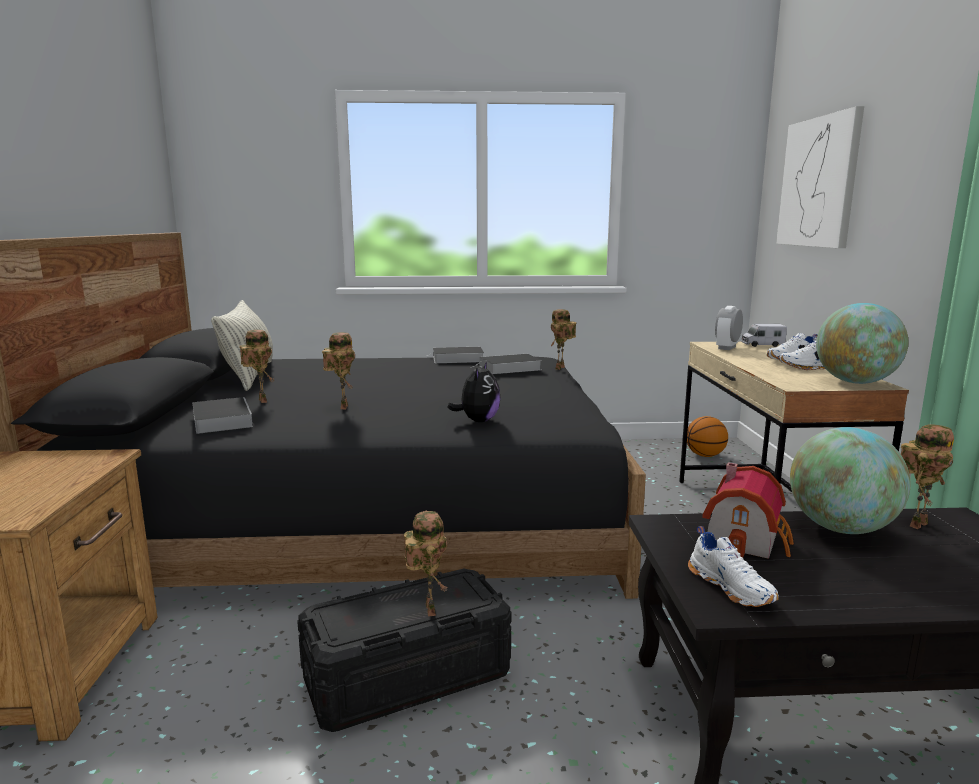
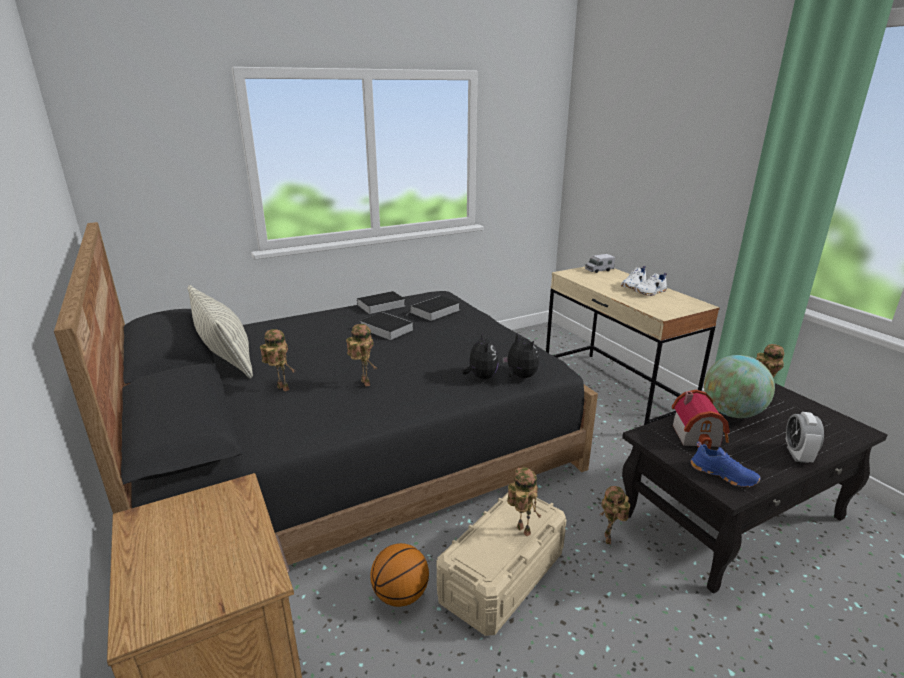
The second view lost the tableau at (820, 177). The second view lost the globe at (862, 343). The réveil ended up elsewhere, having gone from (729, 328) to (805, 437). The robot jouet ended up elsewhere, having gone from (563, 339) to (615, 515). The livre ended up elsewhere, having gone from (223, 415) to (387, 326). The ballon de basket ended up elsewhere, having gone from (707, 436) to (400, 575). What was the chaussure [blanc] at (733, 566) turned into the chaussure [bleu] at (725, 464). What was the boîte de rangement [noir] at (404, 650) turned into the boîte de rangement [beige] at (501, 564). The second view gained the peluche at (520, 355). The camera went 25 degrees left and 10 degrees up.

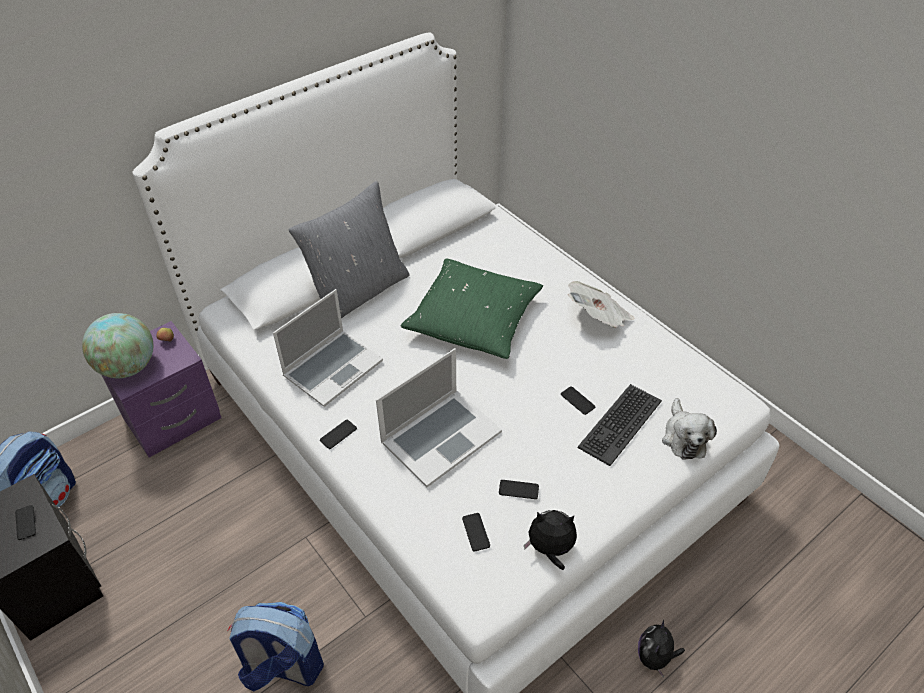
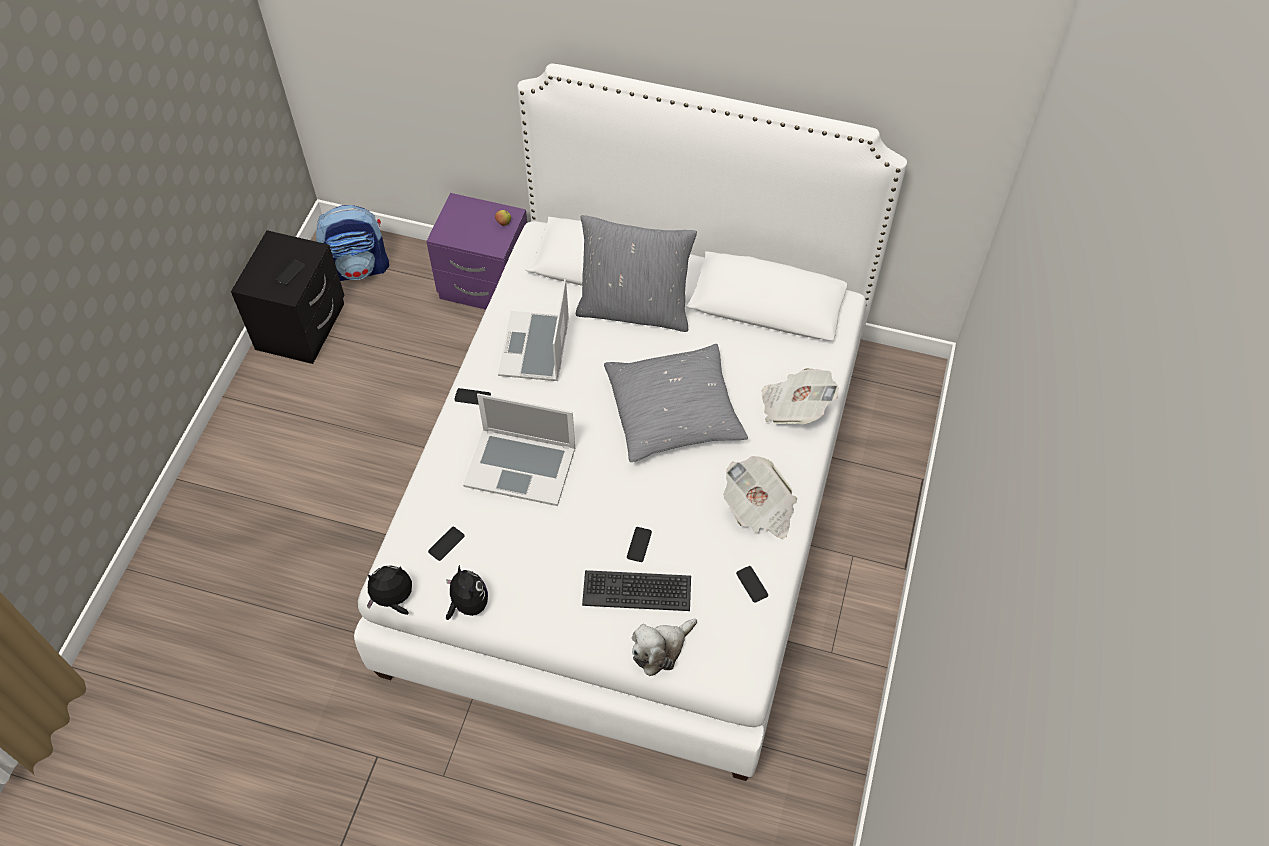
What was the coussin [vert] at (471, 309) turned into the coussin [gris] at (676, 403). The ordinateur portable at (328, 348) ended up facing another way, 90 degrees clockwise from before. The second view lost the globe at (117, 345). The téléphone ended up elsewhere, having gone from (519, 489) to (752, 584). The second view lost the sac à dos at (276, 646). The peluche ended up elsewhere, having gone from (661, 648) to (389, 590). The second view gained the journal at (800, 396). The camera went 55 degrees right and 10 degrees up.

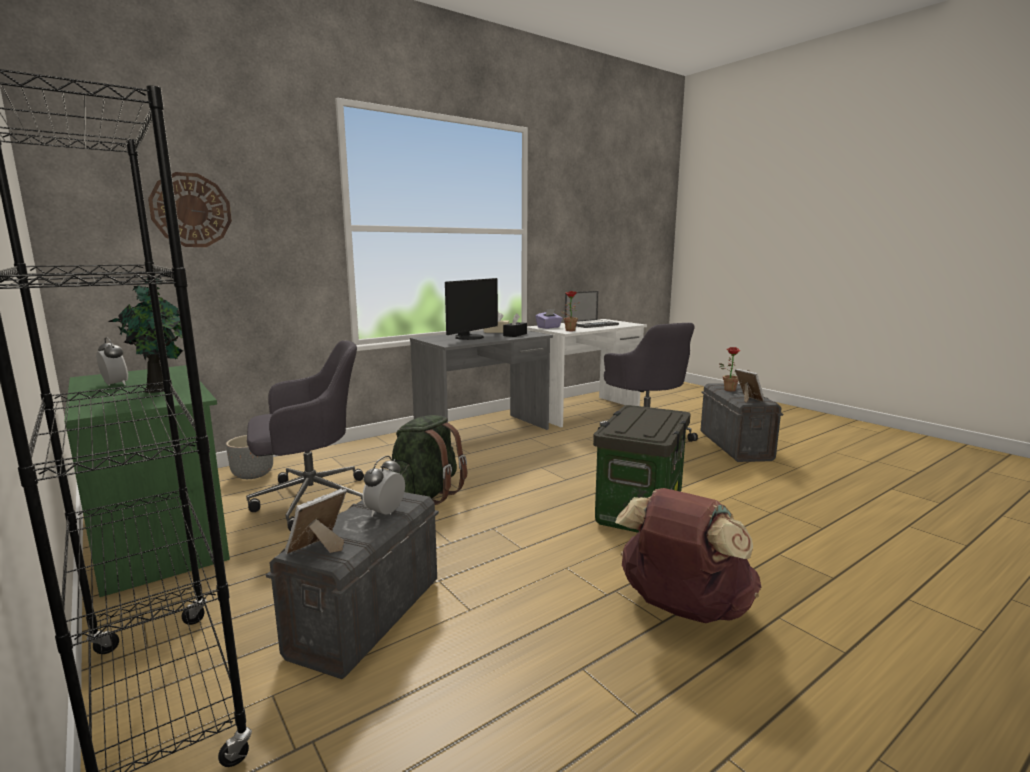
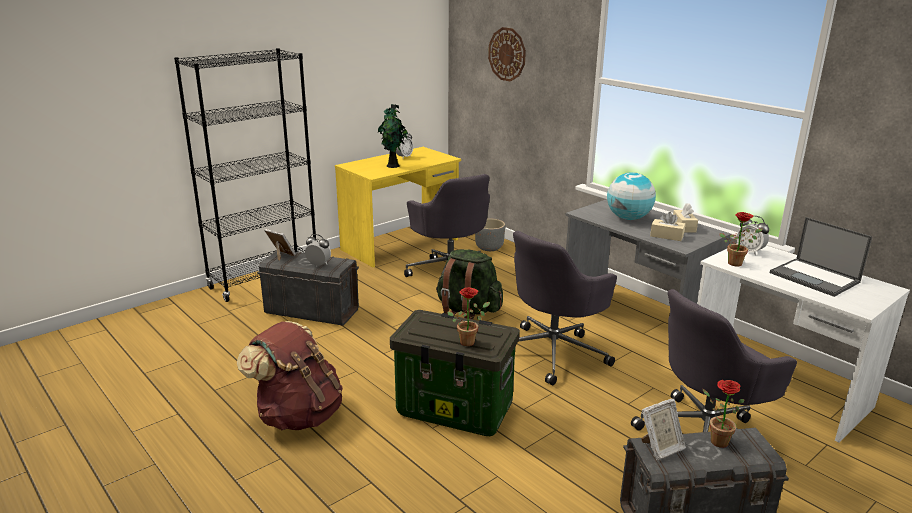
Where the écran d'ordinateur stood at (471, 309), the globe came to stand at (631, 196). Where the boîte à mouchoirs [violet] stood at (549, 319), the réveil came to stand at (753, 235). What was the boîte à mouchoirs [noir] at (515, 325) turned into the boîte à mouchoirs [beige] at (667, 226). What was the bureau [vert] at (147, 481) turned into the bureau [jaune] at (398, 207). The second view gained the chaise de bureau [gris] at (565, 308). The second view gained the plante en pot at (468, 317). The camera went 85 degrees right and 10 degrees up.

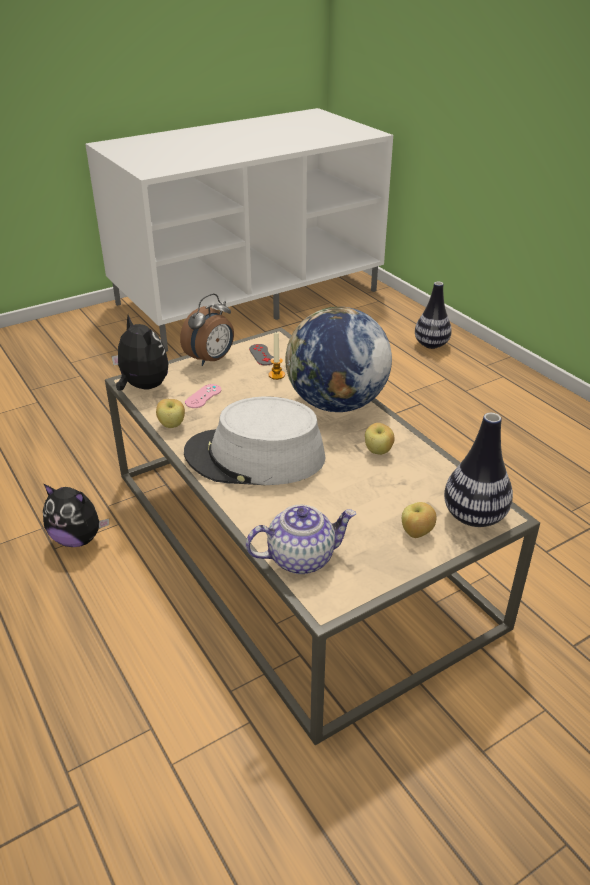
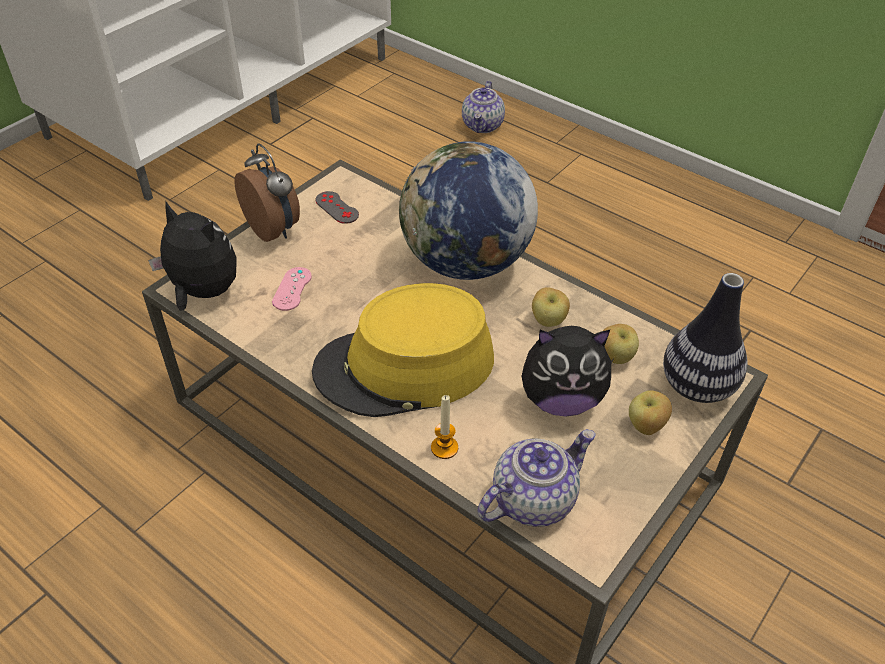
Where the vase stood at (433, 315), the théière came to stand at (483, 107). The réveil at (207, 329) ended up facing another way, 60 degrees counterclockwise from before. The bougie ended up elsewhere, having gone from (277, 356) to (444, 427). What was the chapeau [gris] at (254, 441) turned into the chapeau [jaune] at (403, 350). The pomme ended up elsewhere, having gone from (170, 413) to (621, 344). The peluche ended up elsewhere, having gone from (76, 515) to (568, 371). The camera went 20 degrees left and 10 degrees up.

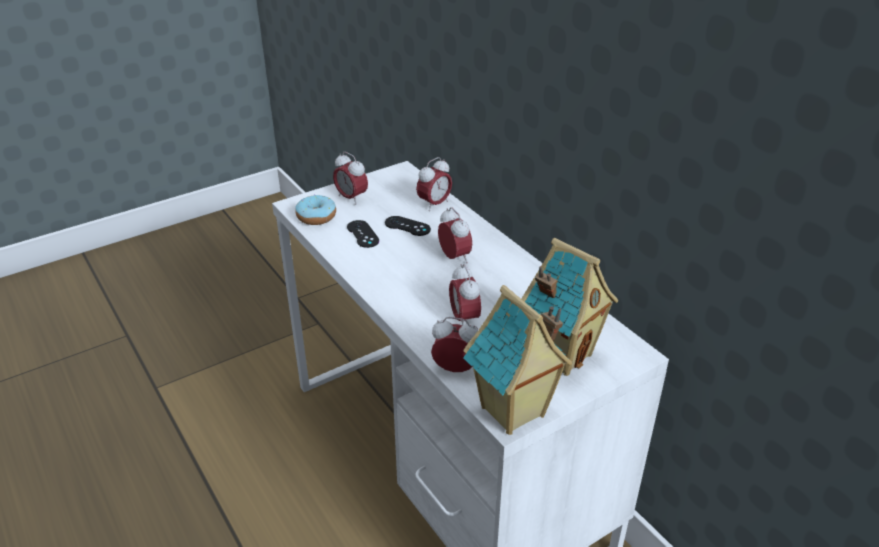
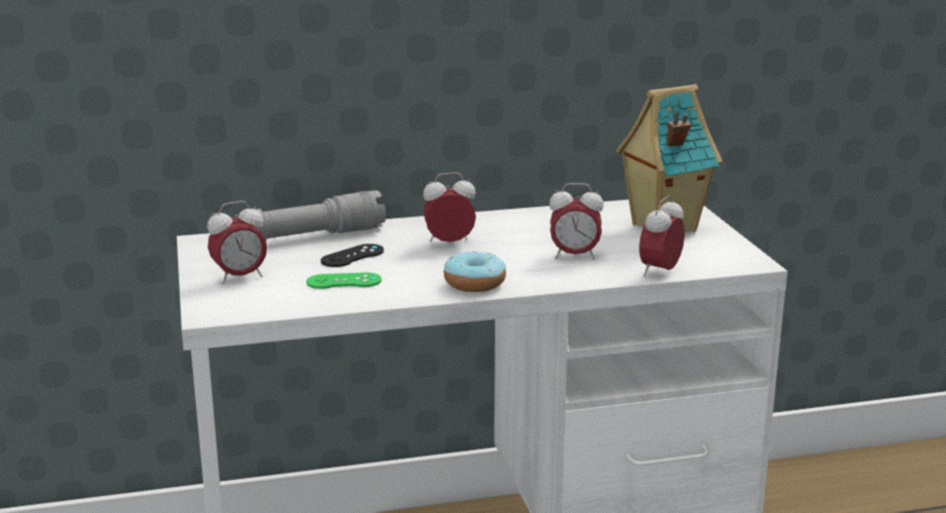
Where the réveil stood at (434, 184), the lampe de poche [gris] came to stand at (320, 215). The beignet ended up elsewhere, having gone from (315, 209) to (475, 271). What was the manette [noir] at (363, 234) turned into the manette [vert] at (344, 280). The second view lost the maison miniature at (517, 360). The camera went 70 degrees left and 15 degrees down.

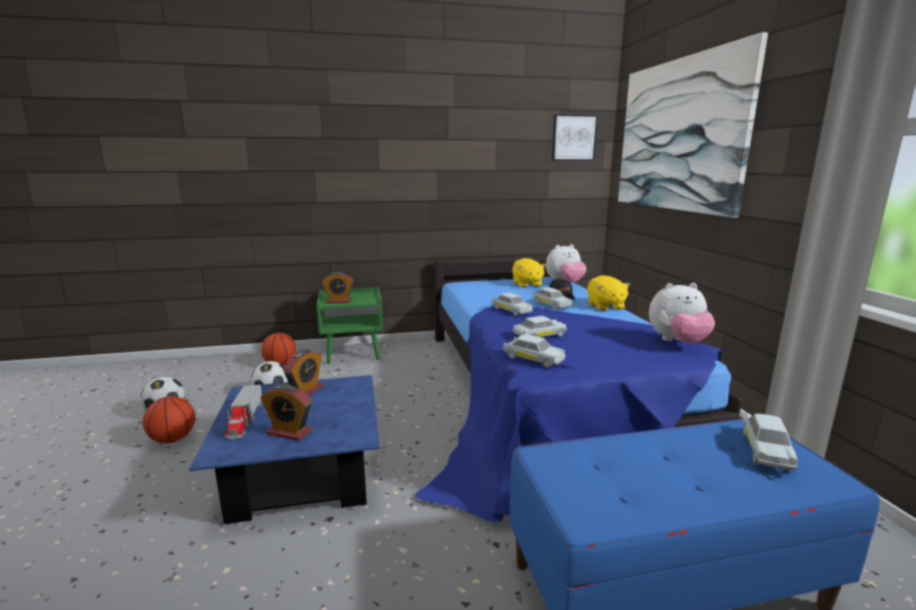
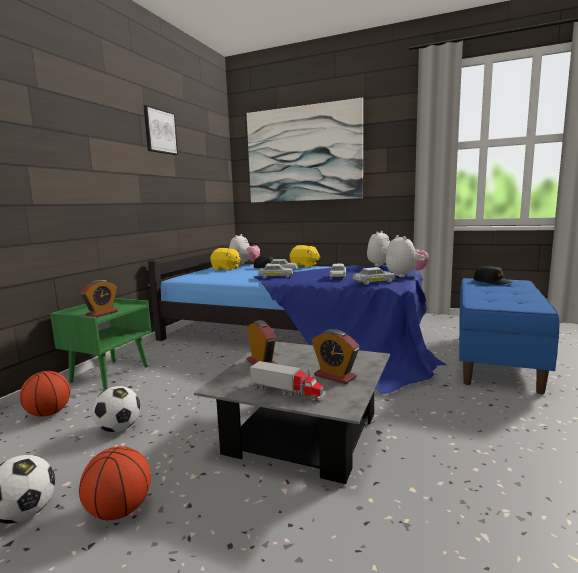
The tableau ended up elsewhere, having gone from (575, 137) to (160, 130). What was the table basse [bleu] at (284, 450) turned into the table basse [gris] at (292, 412). The réveil at (287, 412) ended up facing another way, 75 degrees clockwise from before. Where the petite voiture [blanc] stood at (770, 442), the casquette [noir] came to stand at (493, 275). The second view gained the peluche at (407, 256). The camera went 55 degrees left and 5 degrees down.

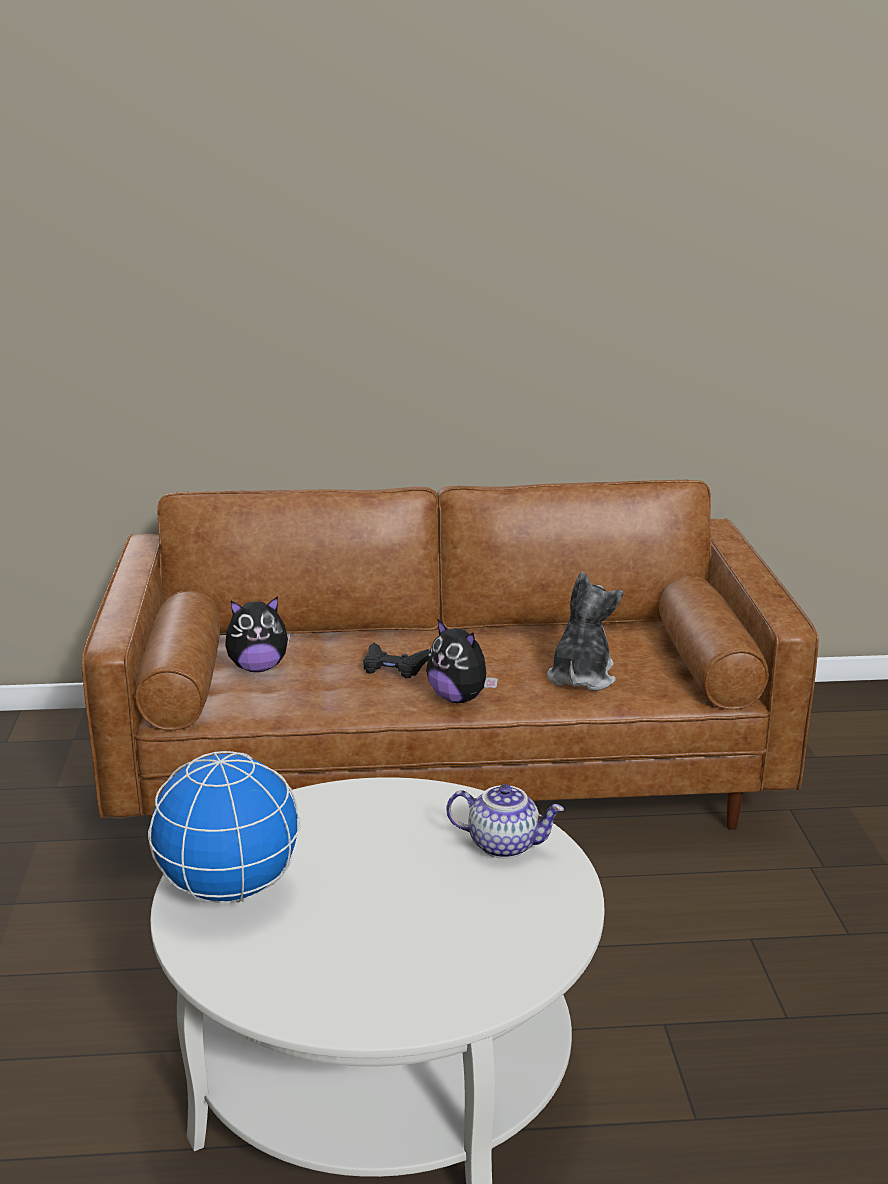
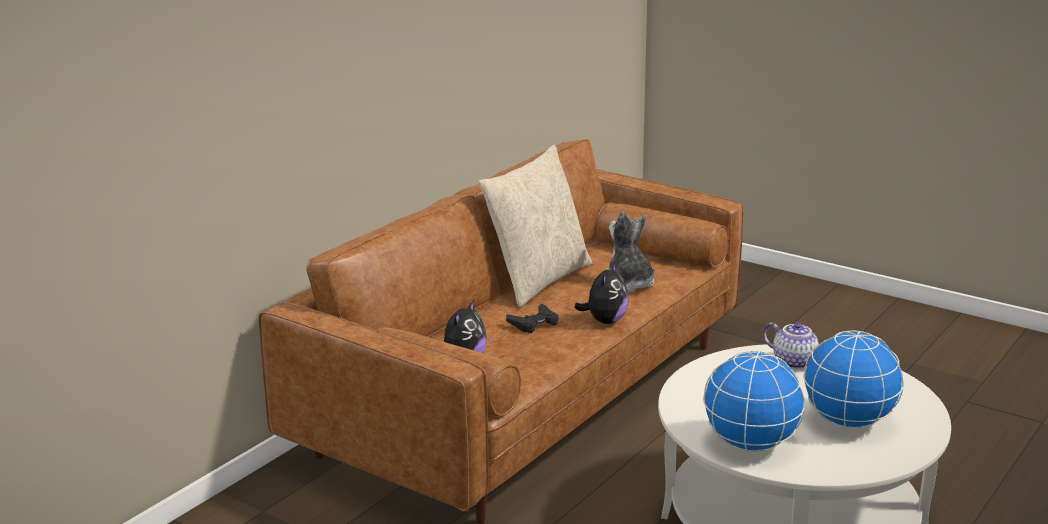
The peluche at (462, 661) ended up facing another way, 60 degrees counterclockwise from before. The théière at (505, 821) ended up facing another way, 75 degrees clockwise from before. The second view gained the coussin [beige] at (535, 226). The second view gained the globe at (853, 380). The camera went 50 degrees left and 0 degrees up.

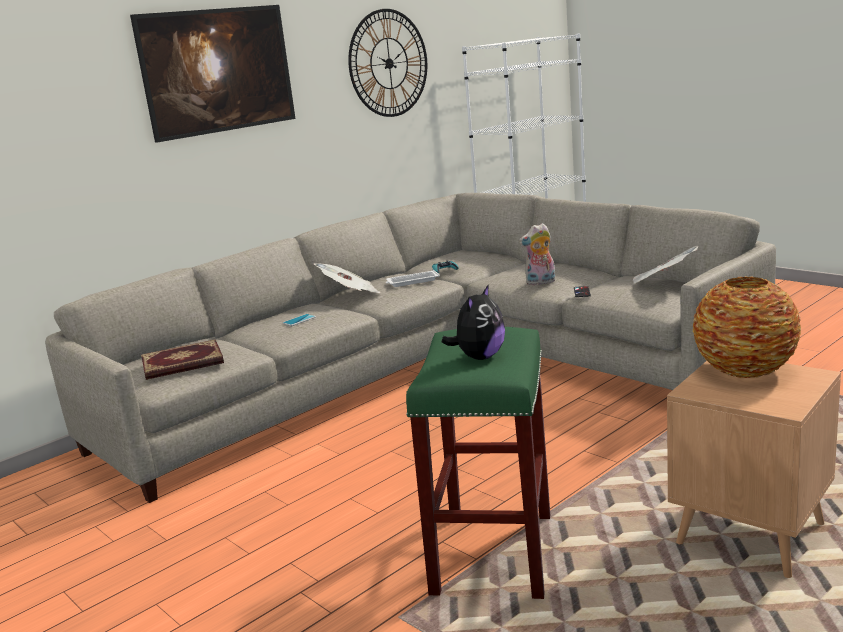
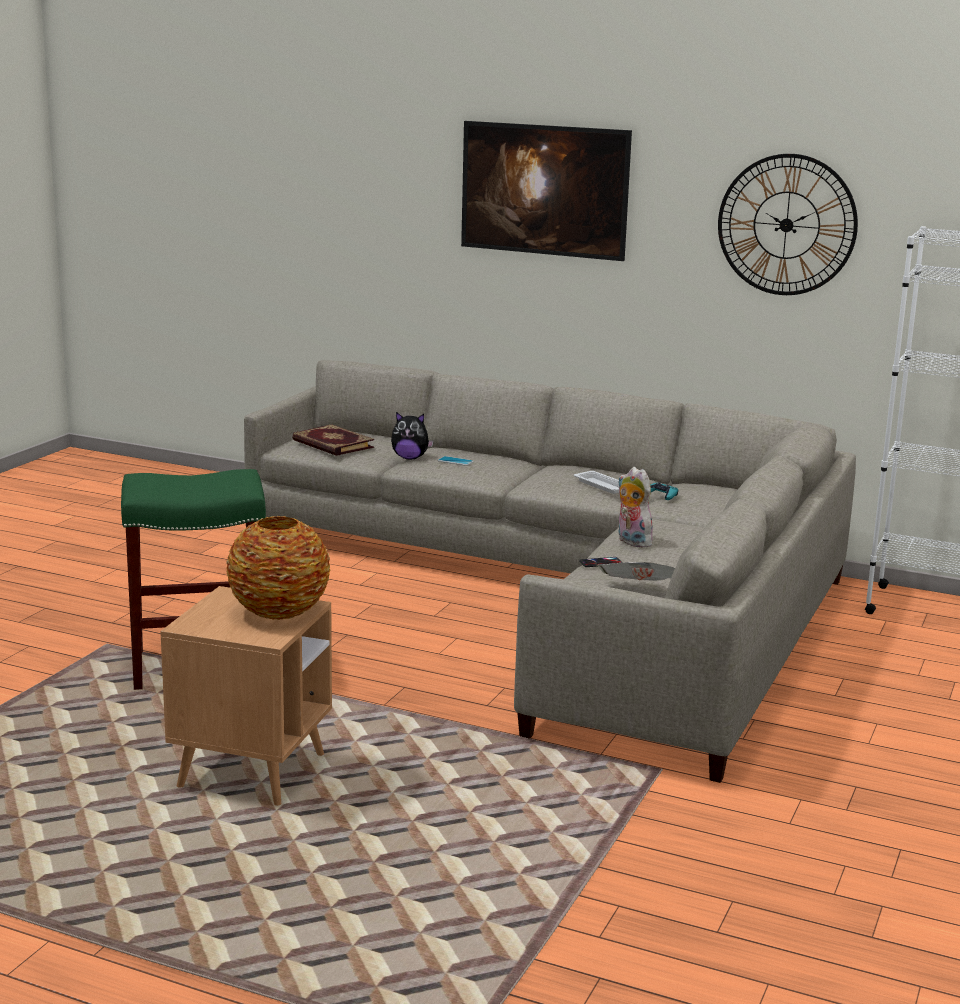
The second view lost the journal at (347, 278). The peluche ended up elsewhere, having gone from (473, 322) to (412, 435). The camera went 65 degrees right and 0 degrees up.

